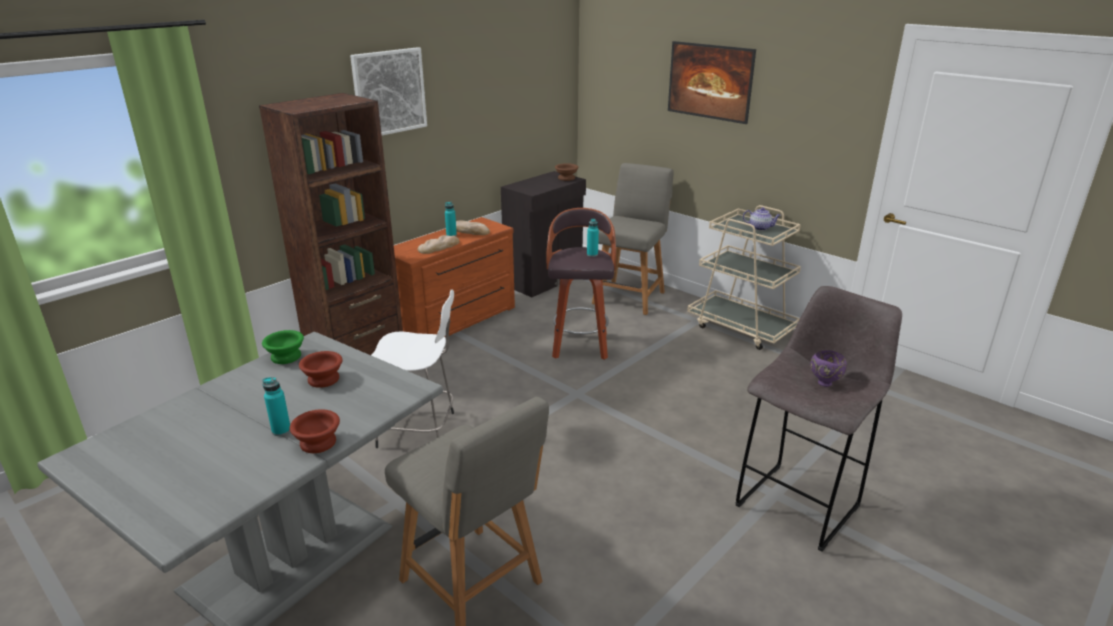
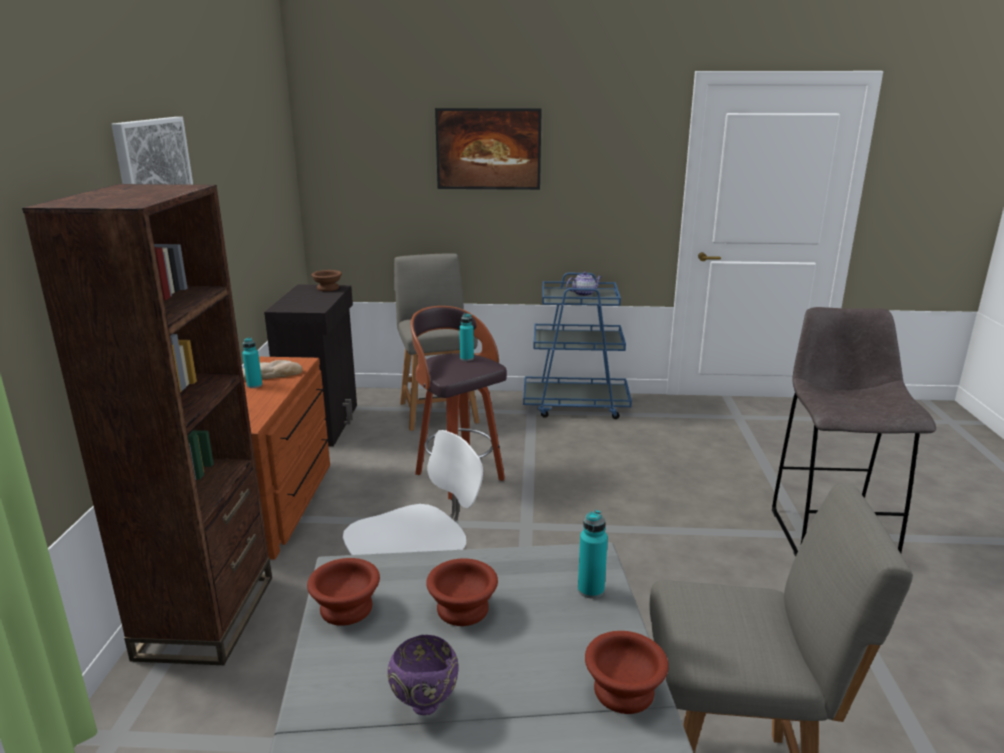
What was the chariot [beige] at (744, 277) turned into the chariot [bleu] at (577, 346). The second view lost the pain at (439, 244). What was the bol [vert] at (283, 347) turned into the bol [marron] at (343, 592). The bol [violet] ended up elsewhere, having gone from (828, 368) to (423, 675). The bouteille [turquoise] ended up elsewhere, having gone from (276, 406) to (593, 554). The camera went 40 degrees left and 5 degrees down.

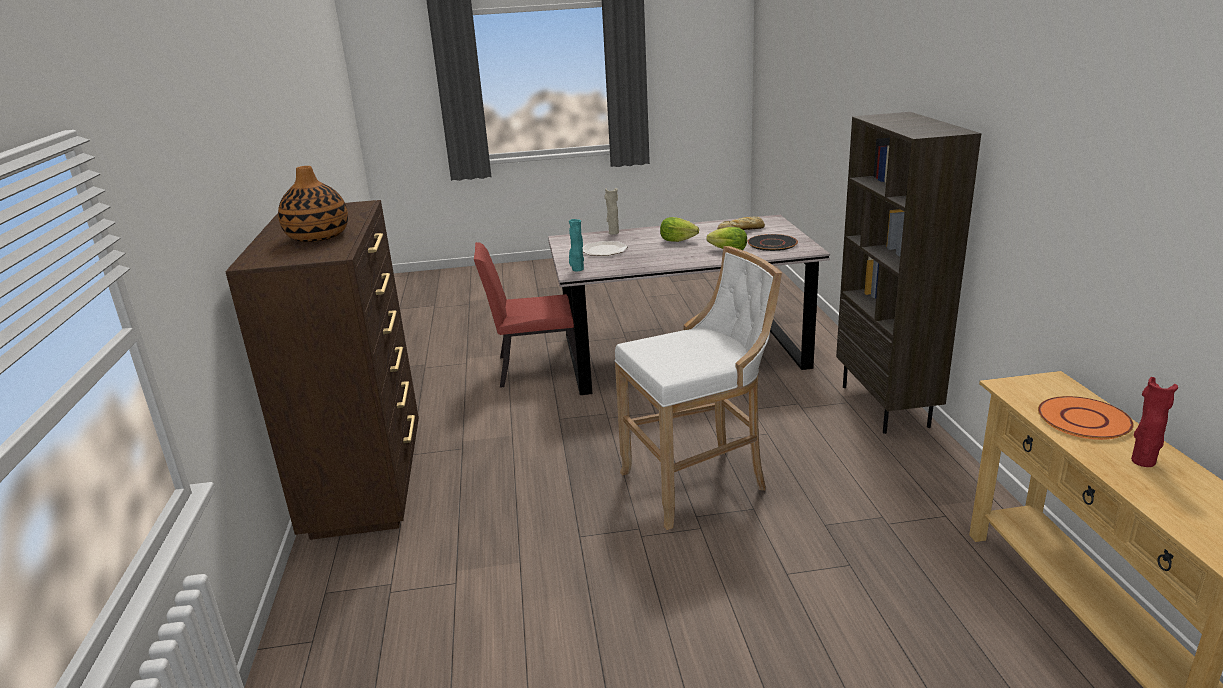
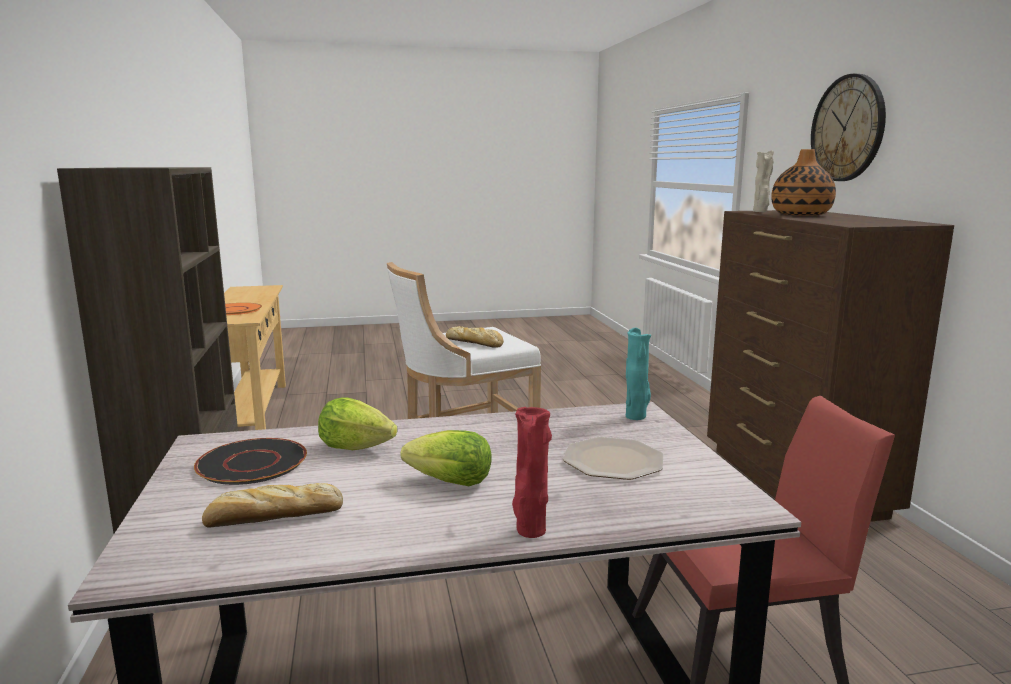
The vase [beige] ended up elsewhere, having gone from (611, 211) to (763, 181). The vase [rouge] ended up elsewhere, having gone from (1154, 422) to (532, 472). The second view gained the horloge murale at (848, 127). The second view gained the pain at (475, 337). The camera went 175 degrees right and 10 degrees down.

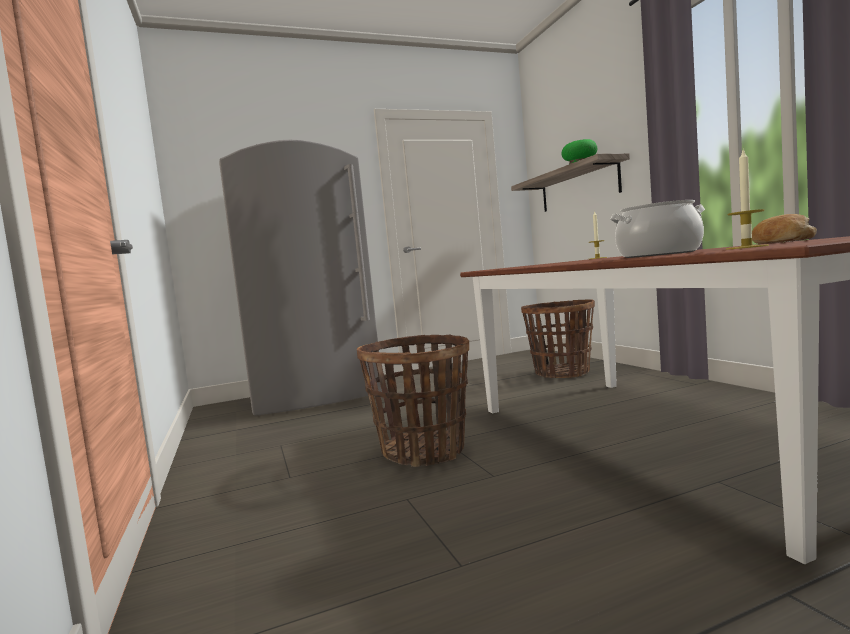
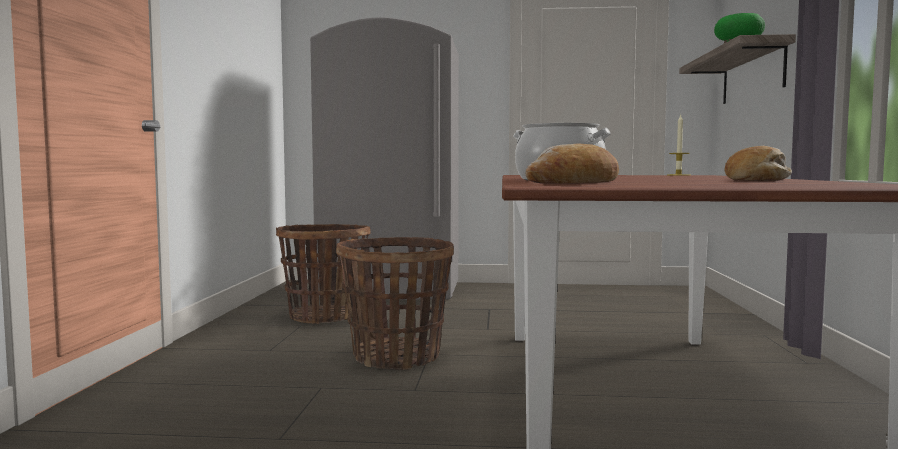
Where the bougie stood at (747, 200), the pain came to stand at (572, 163). The panier ended up elsewhere, having gone from (558, 338) to (323, 274). The camera went 25 degrees right and 0 degrees up.

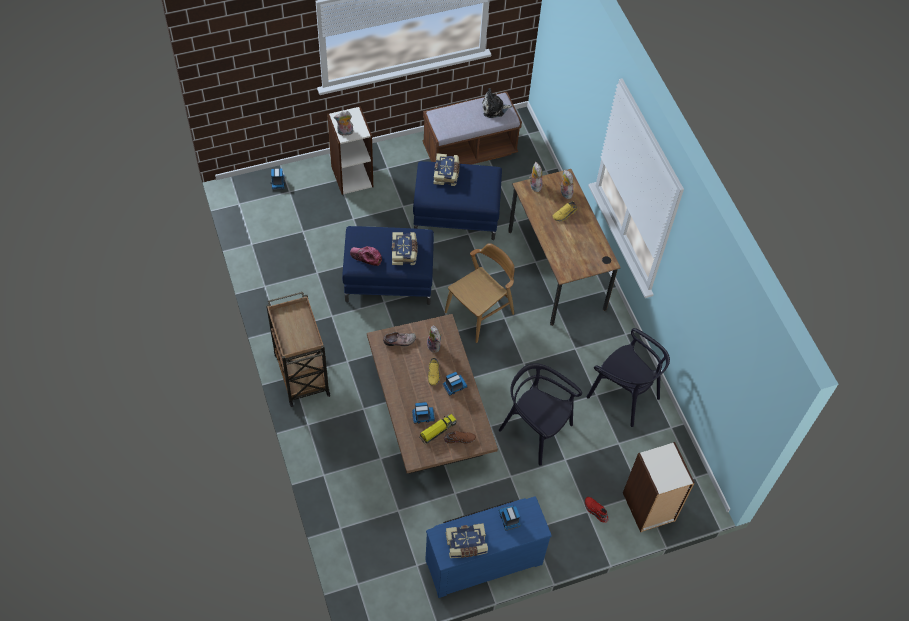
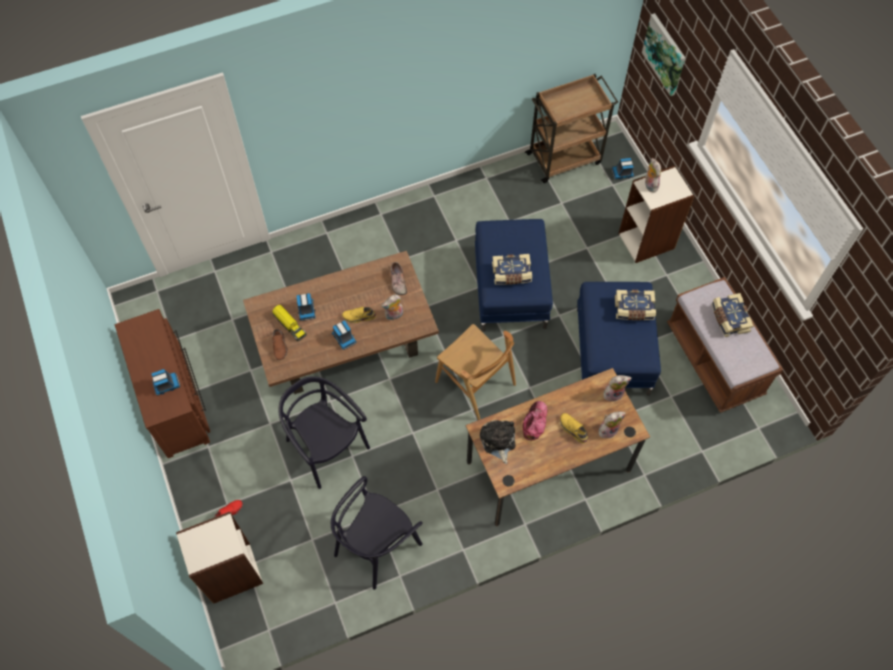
The peluche ended up elsewhere, having gone from (497, 103) to (498, 442). The casquette ended up elsewhere, having gone from (366, 256) to (534, 420). The chariot [marron] ended up elsewhere, having gone from (298, 349) to (571, 128). The chaise [noir] at (540, 414) ended up facing another way, 75 degrees counterclockwise from before. What was the commode [bleu] at (488, 547) turned into the commode [marron] at (162, 383). The livre ended up elsewhere, having gone from (467, 540) to (733, 315). The second view gained the tableau at (663, 54). The camera went 90 degrees right and 5 degrees up.

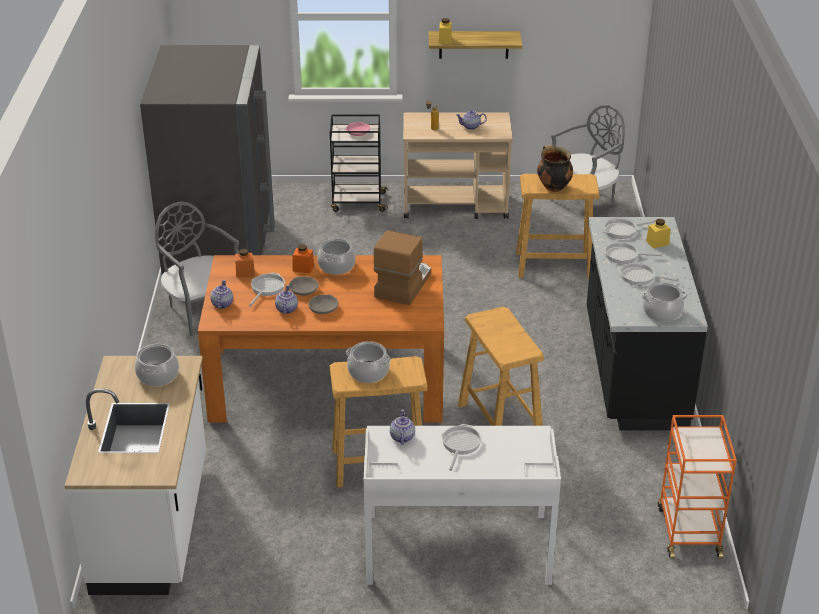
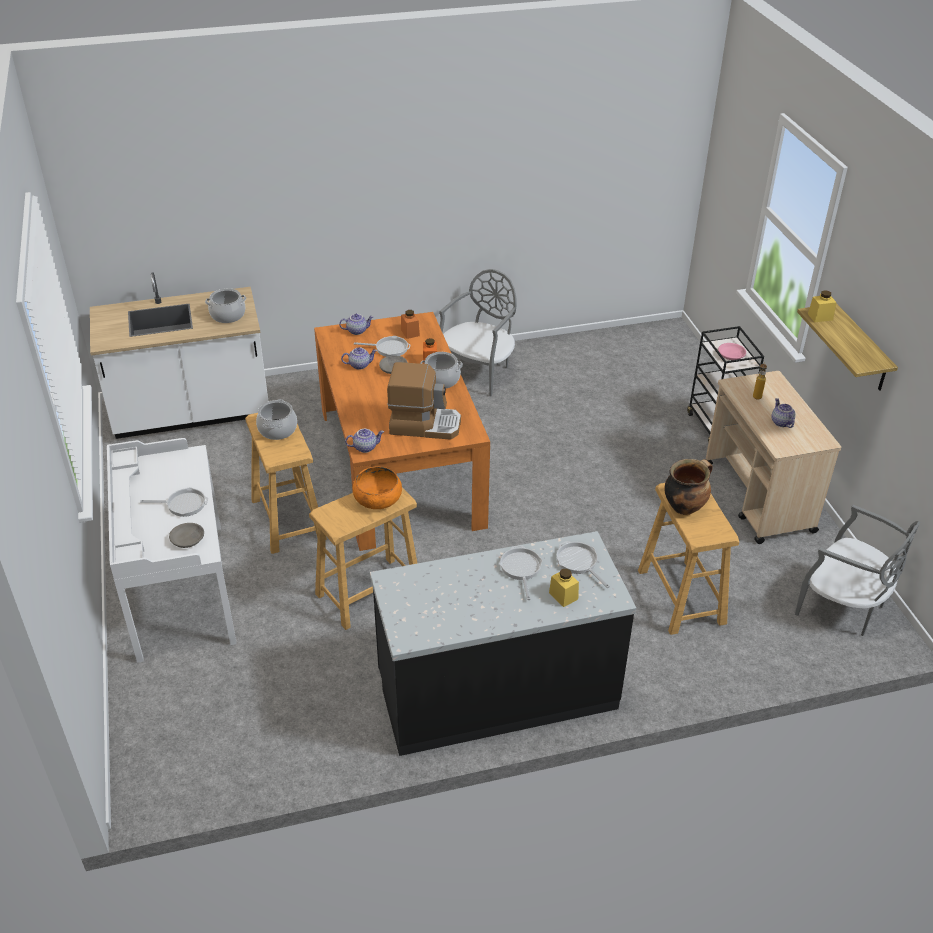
The second view lost the réfrigérateur [gris] at (207, 160). The second view lost the poêle at (648, 274). The second view lost the marmite at (664, 302). The bol [gris] ended up elsewhere, having gone from (323, 304) to (186, 535). The théière ended up elsewhere, having gone from (402, 427) to (364, 441). The second view lost the chariot [orange] at (697, 487). The second view gained the bol [orange] at (377, 488). The camera went 75 degrees right and 5 degrees up.

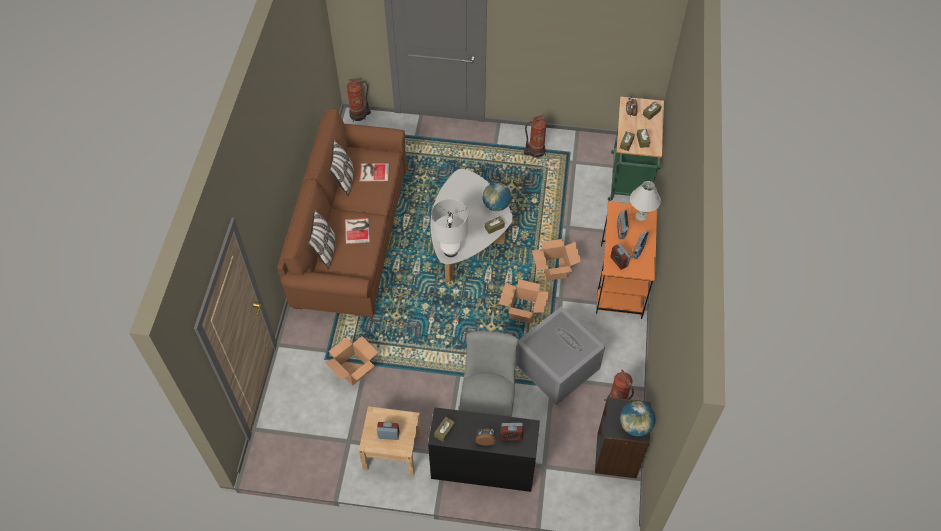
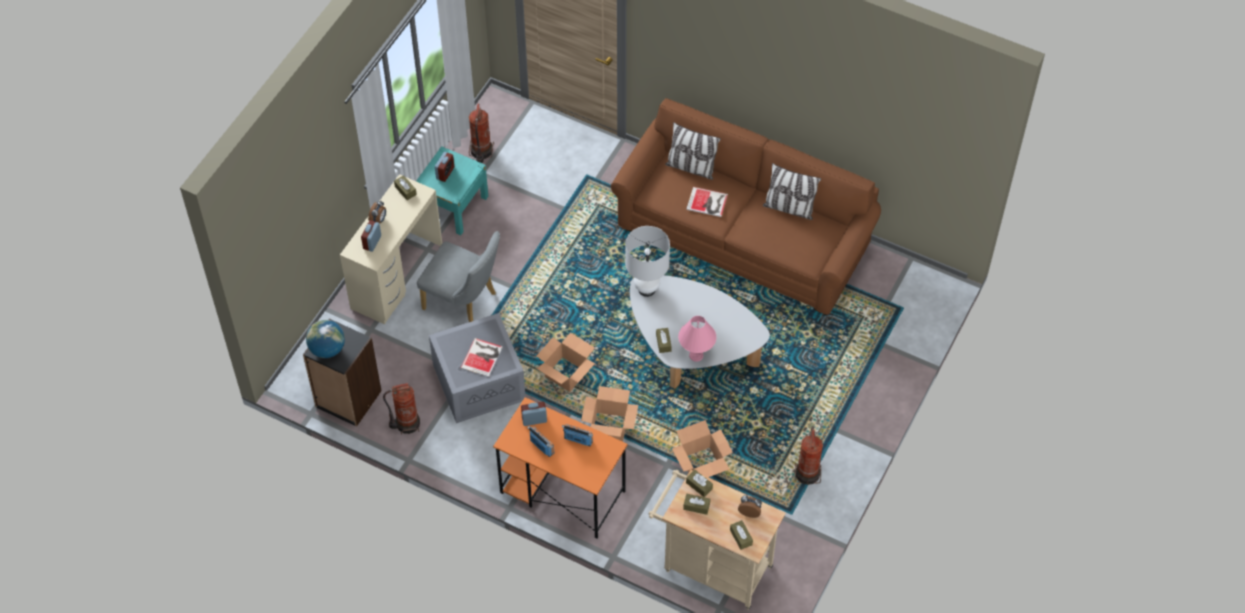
The extincteur ended up elsewhere, having gone from (359, 100) to (481, 133). What was the chariot [vert] at (636, 148) turned into the chariot [beige] at (717, 540). The livre ended up elsewhere, having gone from (374, 172) to (482, 357). The second view lost the lampe de table [blanc] at (645, 201). Where the globe stood at (496, 197), the lampe de table [rose] came to stand at (697, 339). The carton ended up elsewhere, having gone from (352, 361) to (702, 448). What was the table de chevet [beige] at (390, 441) turned into the table de chevet [turquoise] at (452, 190). What was the bureau [noir] at (484, 449) turned into the bureau [beige] at (391, 249). The camera went 110 degrees right and 0 degrees up.

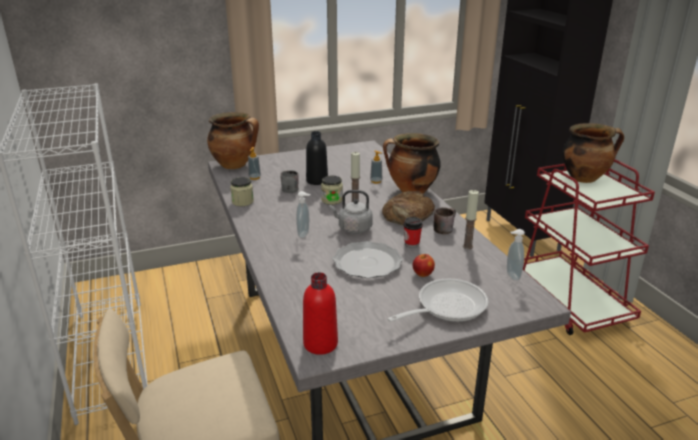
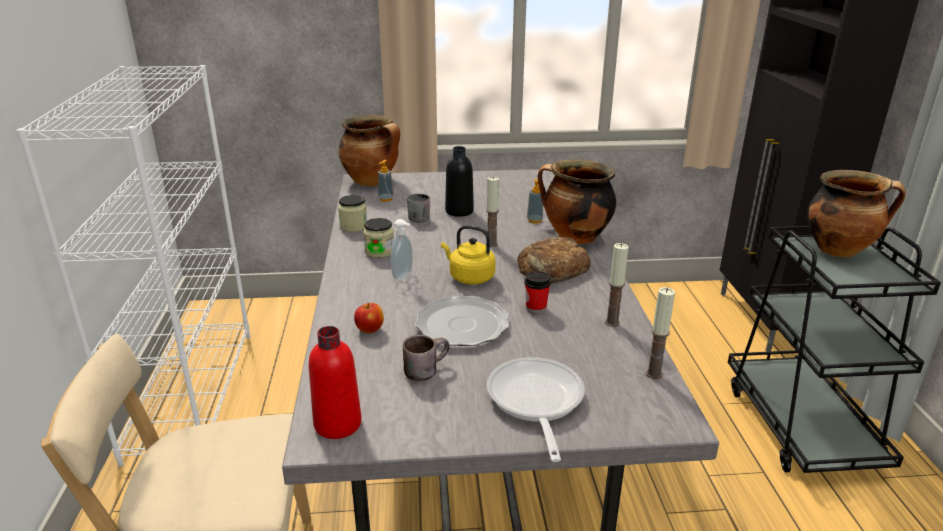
What was the chariot [rouge] at (589, 247) turned into the chariot [noir] at (834, 349). The bocal ended up elsewhere, having gone from (332, 190) to (378, 238). What was the bouilloire [gris] at (351, 212) turned into the bouilloire [jaune] at (468, 255). The mug [marron] ended up elsewhere, having gone from (445, 220) to (426, 358). Where the distributeur de savon stood at (516, 255), the bougie came to stand at (660, 333). The pomme ended up elsewhere, having gone from (423, 265) to (369, 318). The poêle at (437, 300) ended up facing another way, 75 degrees counterclockwise from before. The camera went 15 degrees right and 0 degrees up.

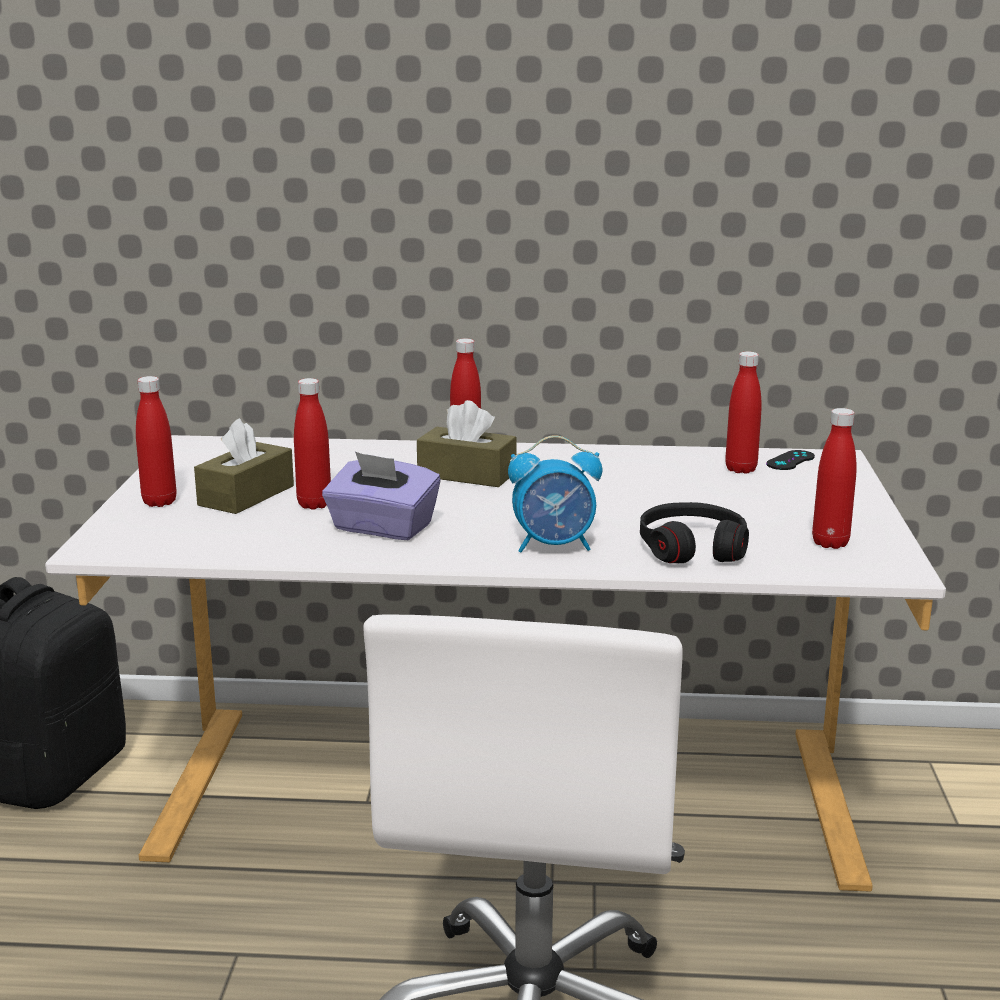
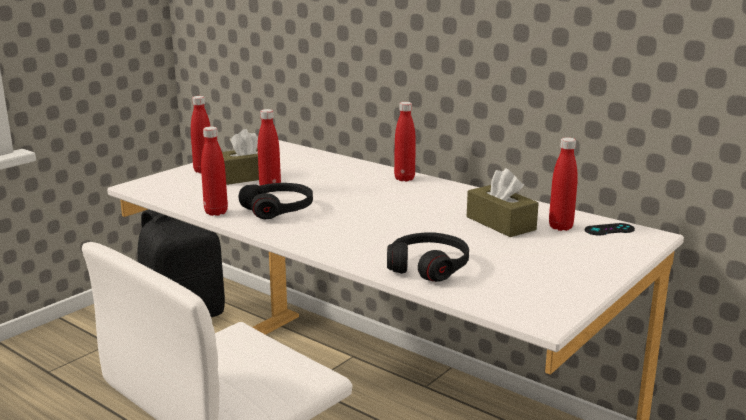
The boîte à mouchoirs [marron] ended up elsewhere, having gone from (467, 443) to (503, 202). The bouteille [rouge] ended up elsewhere, having gone from (834, 478) to (214, 171). The second view lost the réveil at (555, 493). Where the boîte à mouchoirs [violet] stood at (381, 496), the casque audio [noir] came to stand at (276, 201). The camera went 35 degrees right and 0 degrees up.

